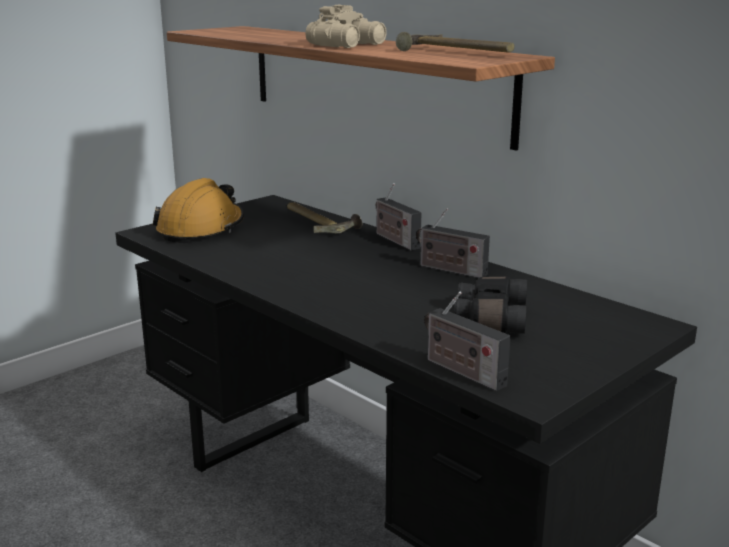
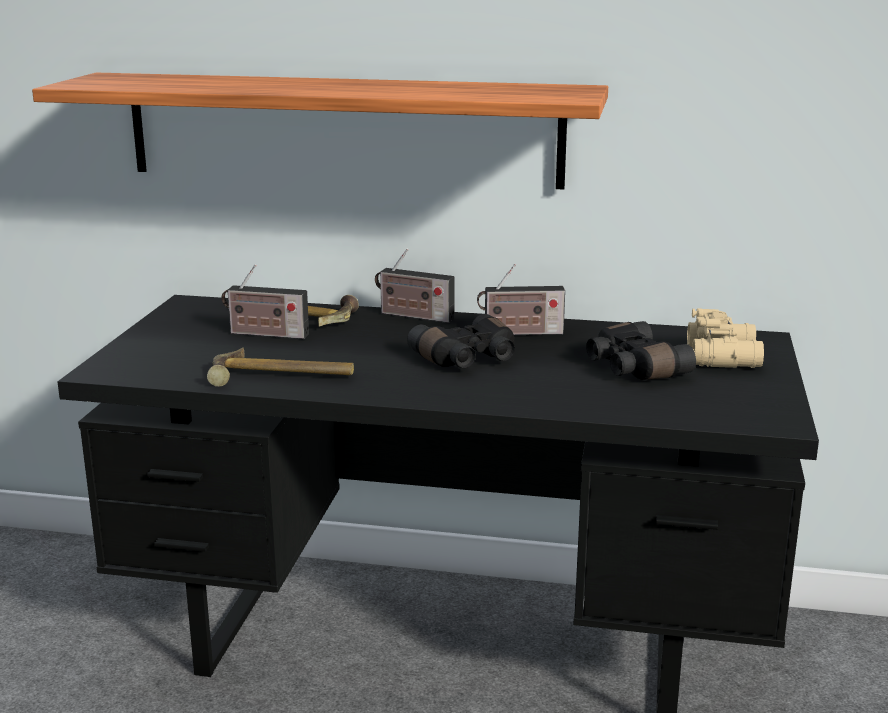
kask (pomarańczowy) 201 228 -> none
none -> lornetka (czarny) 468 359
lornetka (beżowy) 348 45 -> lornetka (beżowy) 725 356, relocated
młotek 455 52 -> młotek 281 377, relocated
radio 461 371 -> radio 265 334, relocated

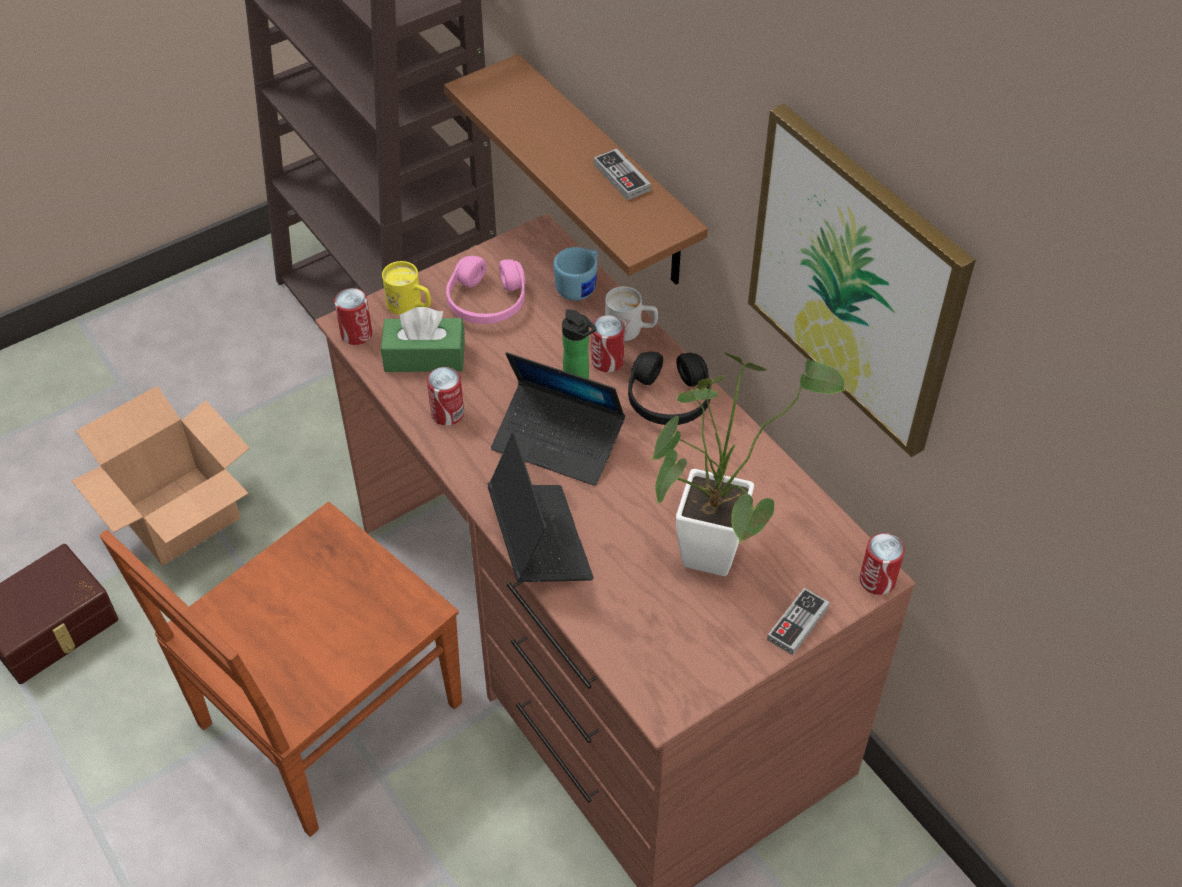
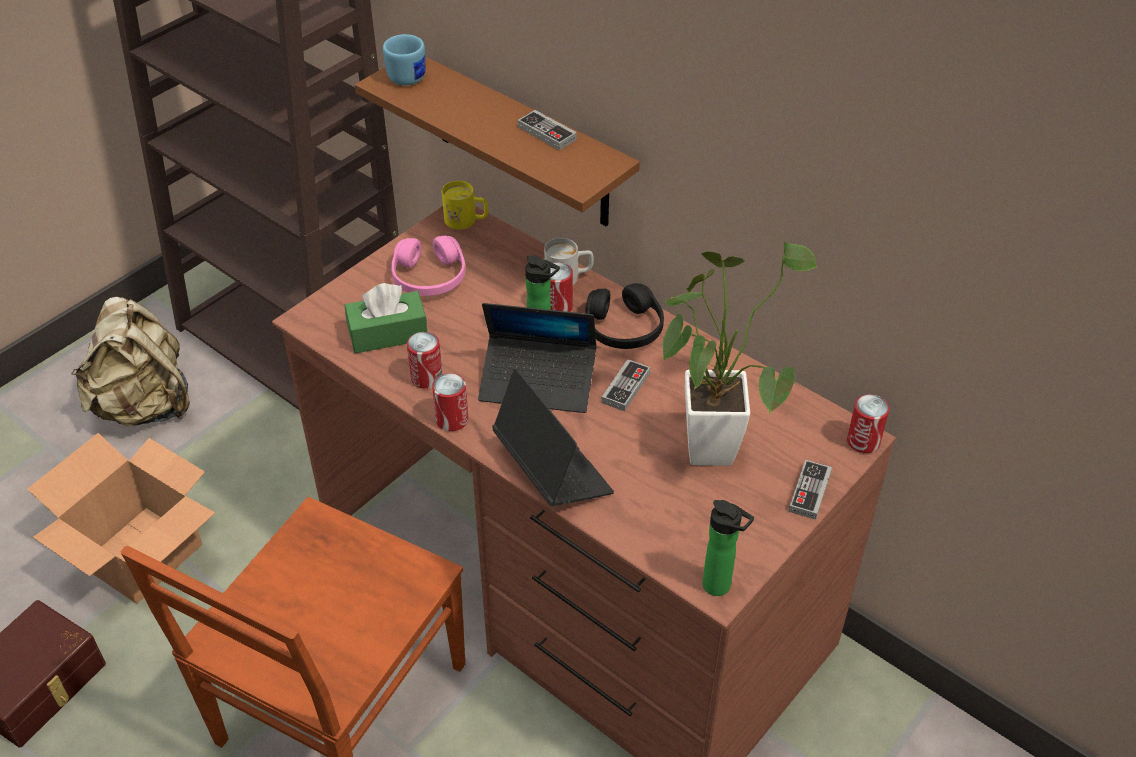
obraz 855 280 -> none
none -> plecak (beżowy) 145 406
none -> pad do gier 626 388
none -> butelka 720 587
puszka 356 334 -> puszka 452 420, relocated
kubek (żółty) 410 306 -> kubek (żółty) 467 221, relocated
kubek (niebieski) 580 286 -> kubek (niebieski) 410 74, relocated

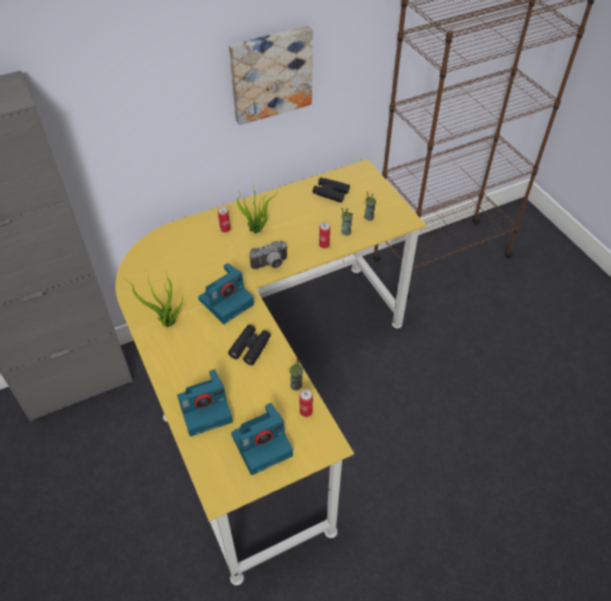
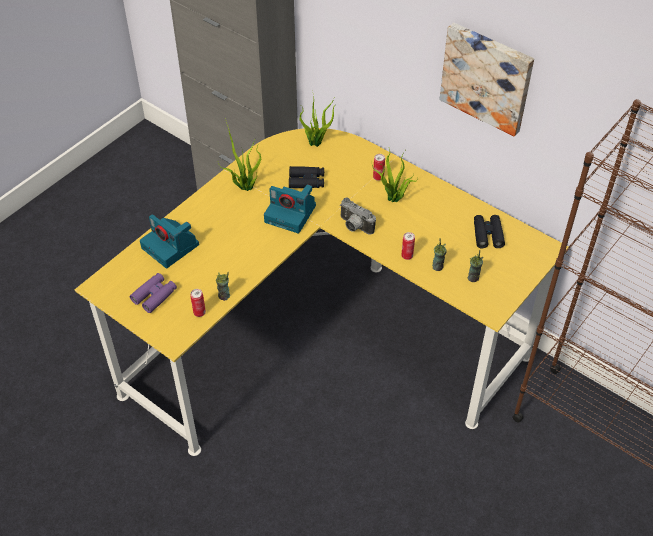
none -> roślina doniczkowa 317 143
lornetka (czarny) 250 347 -> lornetka (czarny) 306 181, relocated
aparat fotograficzny 263 444 -> lornetka (fioletowy) 154 296

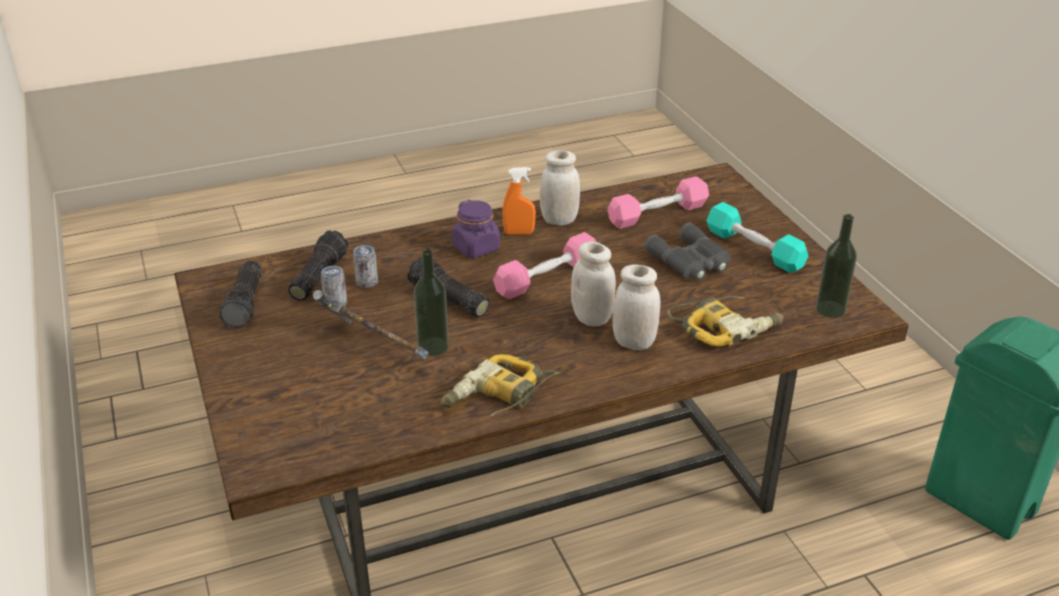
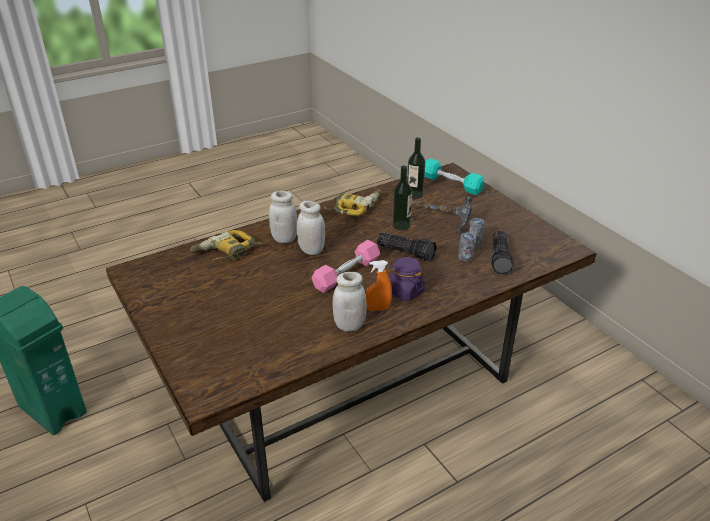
latarka 246 304 -> none
hantel (różowy) 657 214 -> none
lornetka (szary) 690 261 -> none
hantel (turkusowy) 754 249 -> hantel (turkusowy) 451 184, relocated
butelka 830 309 -> butelka 414 194, relocated

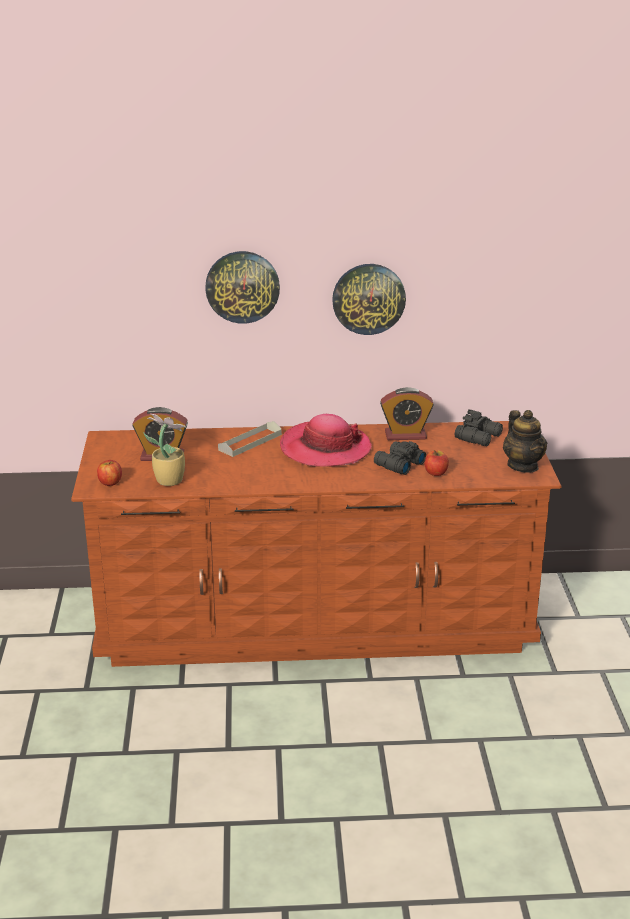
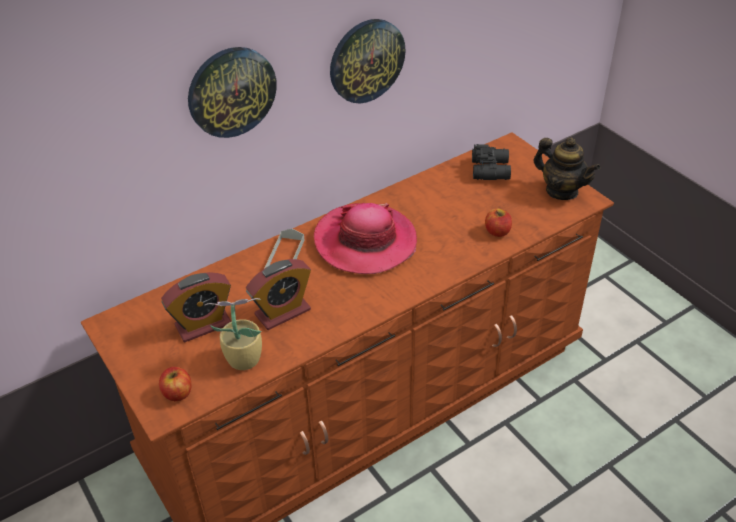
lornetka (czarny) 398 464 -> none
budzik 405 435 -> budzik 282 312, relocated

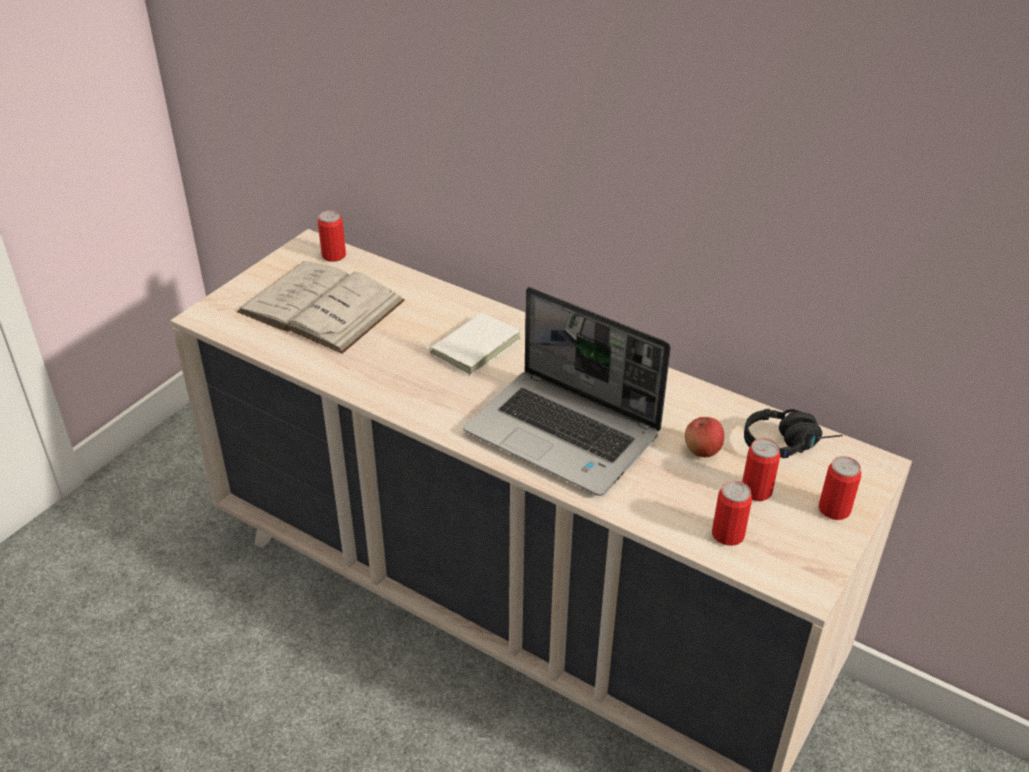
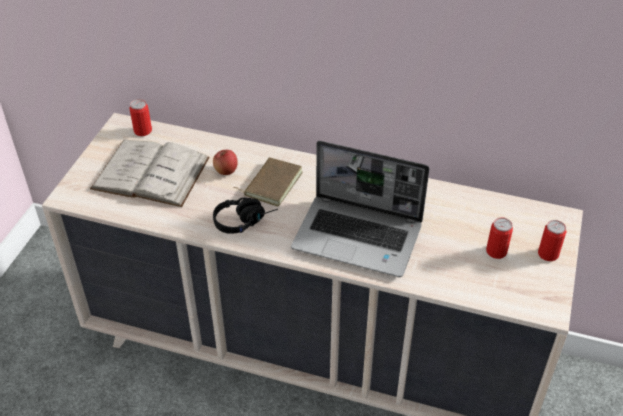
puszka 728 534 -> none
jabłko 702 450 -> jabłko 226 171, relocated
słuchawki (czarny) 789 443 -> słuchawki (czarny) 245 220, relocated
książka (biały) 473 346 -> książka (brązowy) 271 183

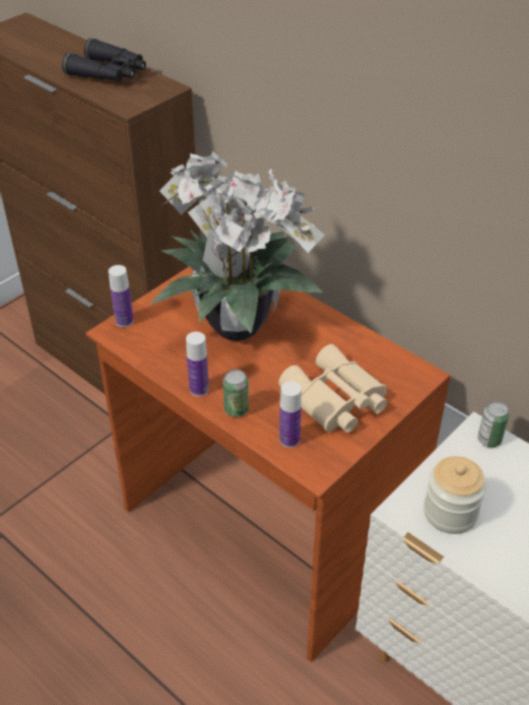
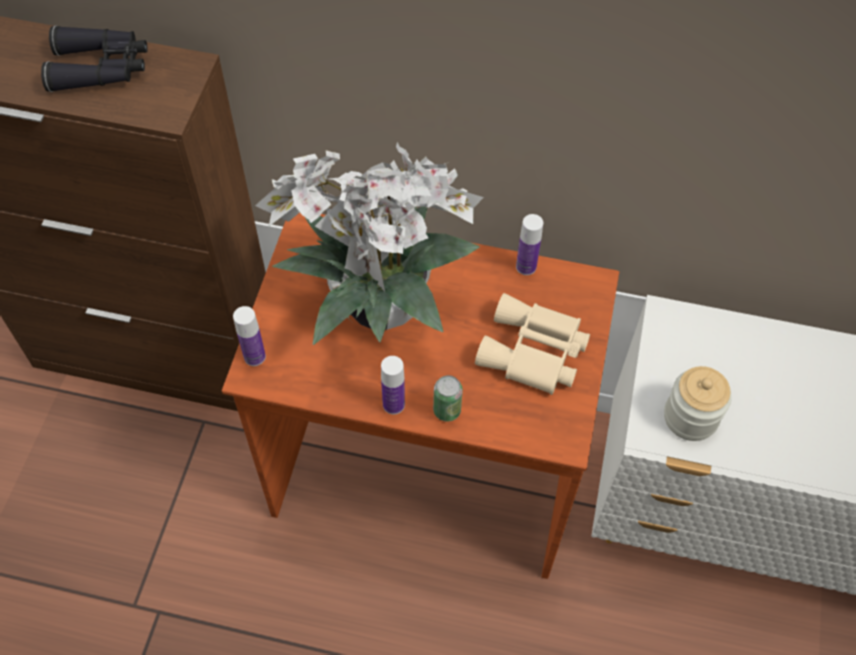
puszka 489 440 -> none
butelka 289 440 -> butelka 526 267, relocated

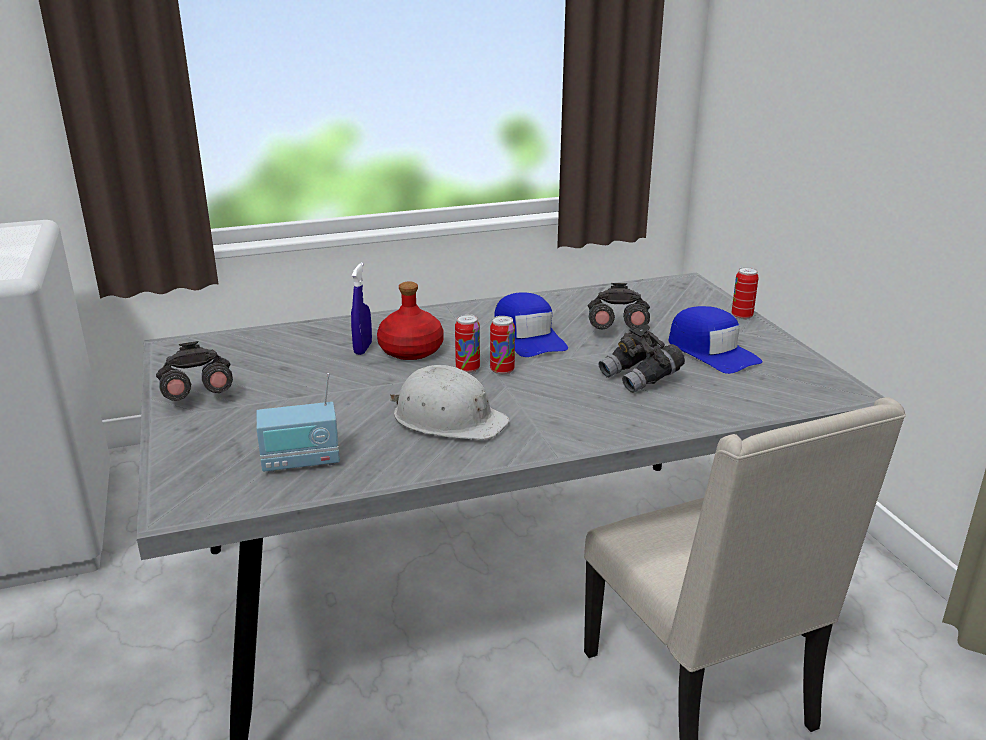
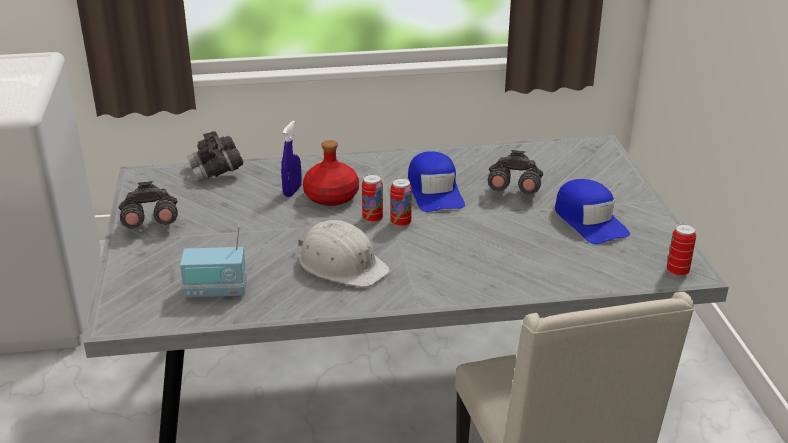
lornetka (szary) 640 378 -> lornetka (szary) 216 171, relocated
puszka 742 316 -> puszka 677 271, relocated

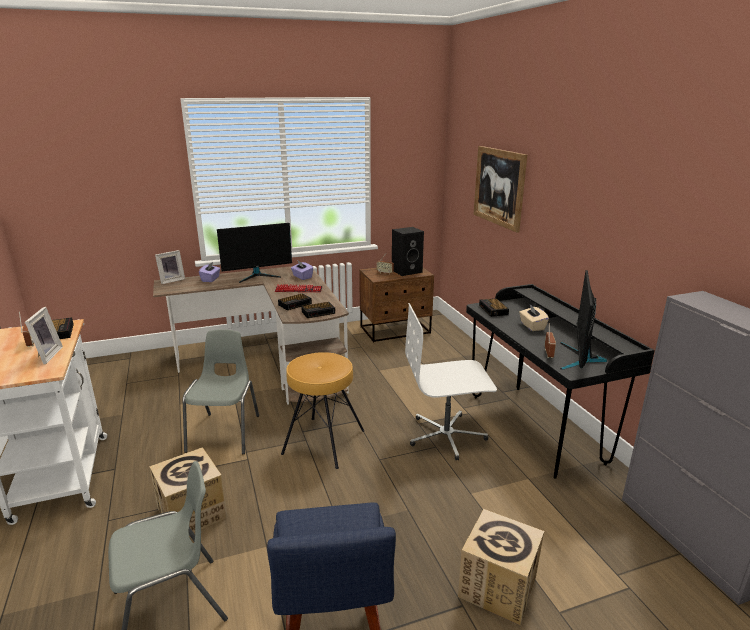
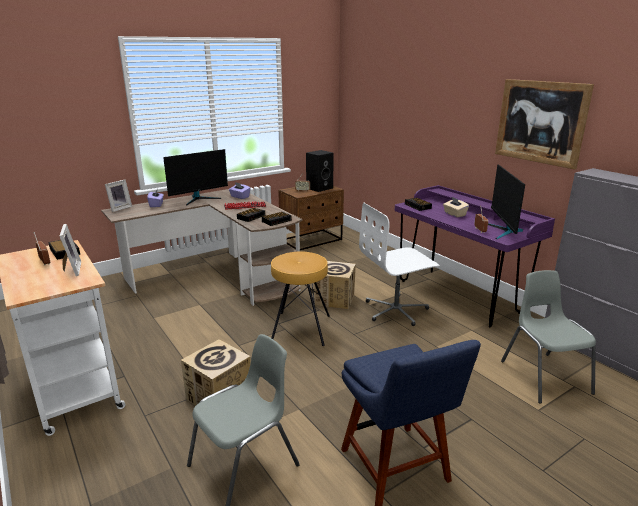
krzesło (szary) 225 432 -> krzesło (szary) 544 376, relocated
karton 498 587 -> karton 335 299, relocated
obraz 499 187 -> obraz 540 122, relocated
biurko (czarny) 535 427 -> biurko (fioletowy) 458 296

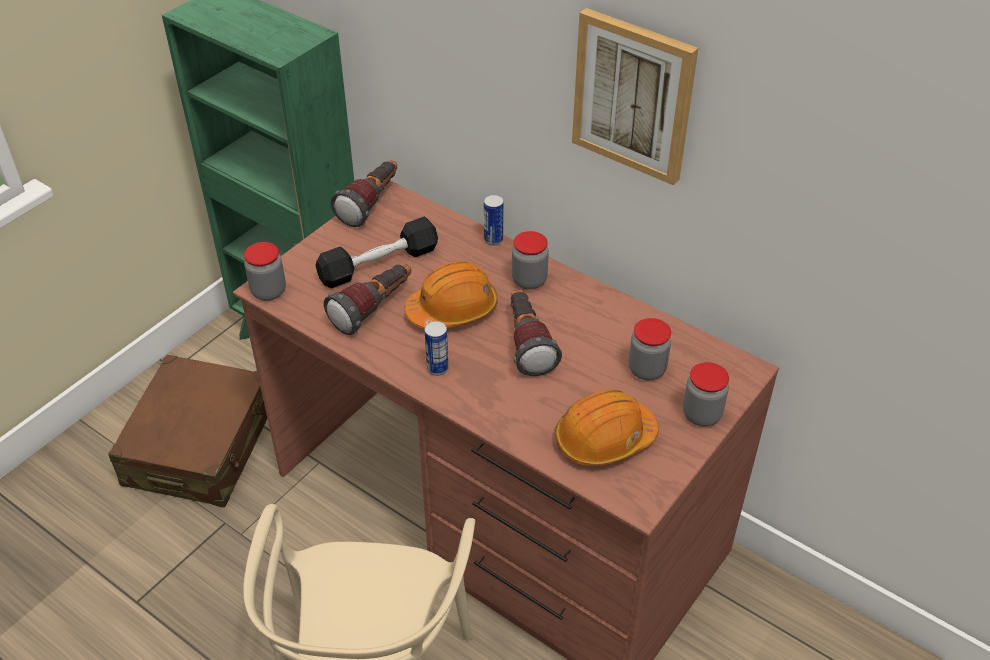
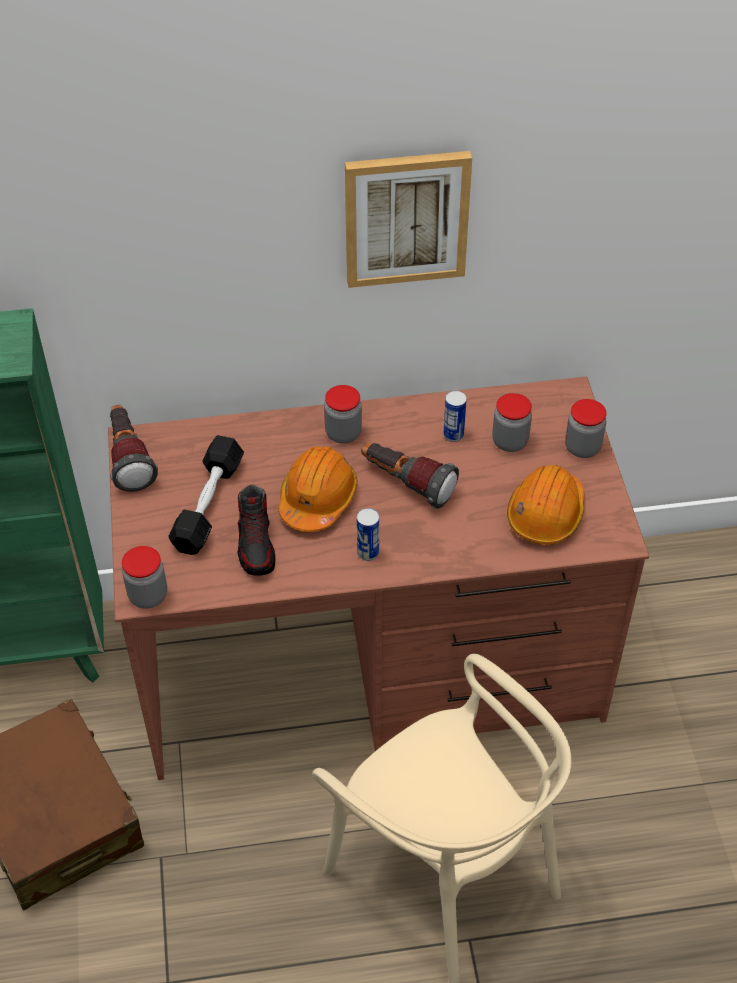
puszka 493 240 -> puszka 453 435, relocated
latarka 374 309 -> but 256 544

